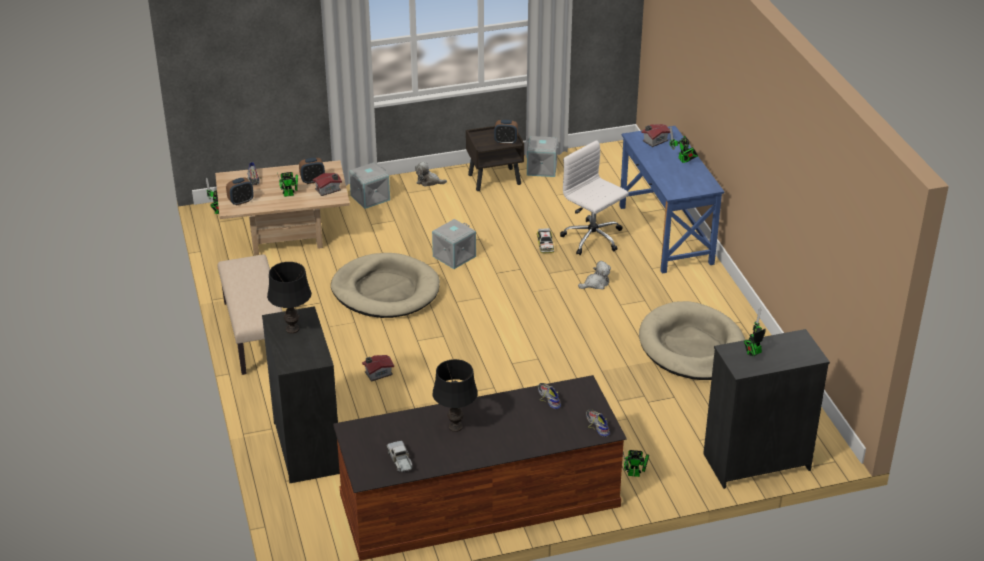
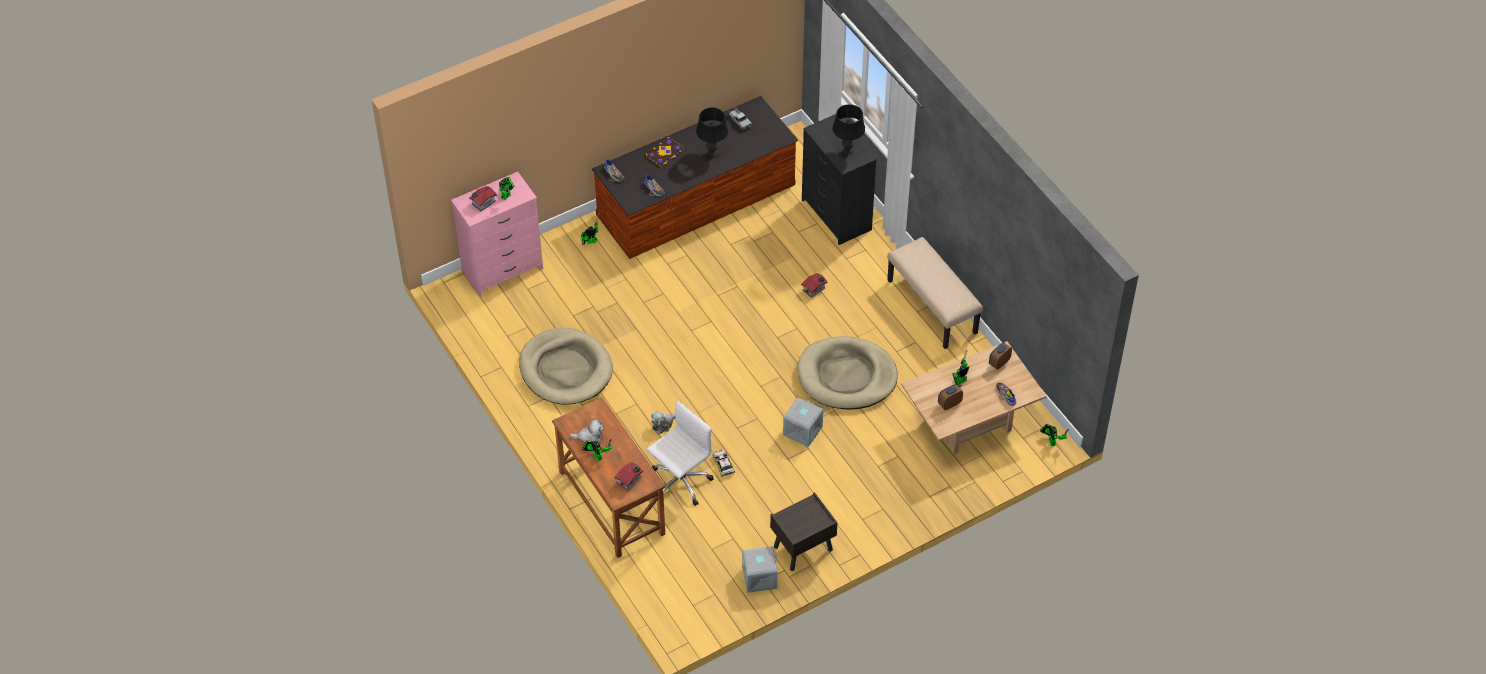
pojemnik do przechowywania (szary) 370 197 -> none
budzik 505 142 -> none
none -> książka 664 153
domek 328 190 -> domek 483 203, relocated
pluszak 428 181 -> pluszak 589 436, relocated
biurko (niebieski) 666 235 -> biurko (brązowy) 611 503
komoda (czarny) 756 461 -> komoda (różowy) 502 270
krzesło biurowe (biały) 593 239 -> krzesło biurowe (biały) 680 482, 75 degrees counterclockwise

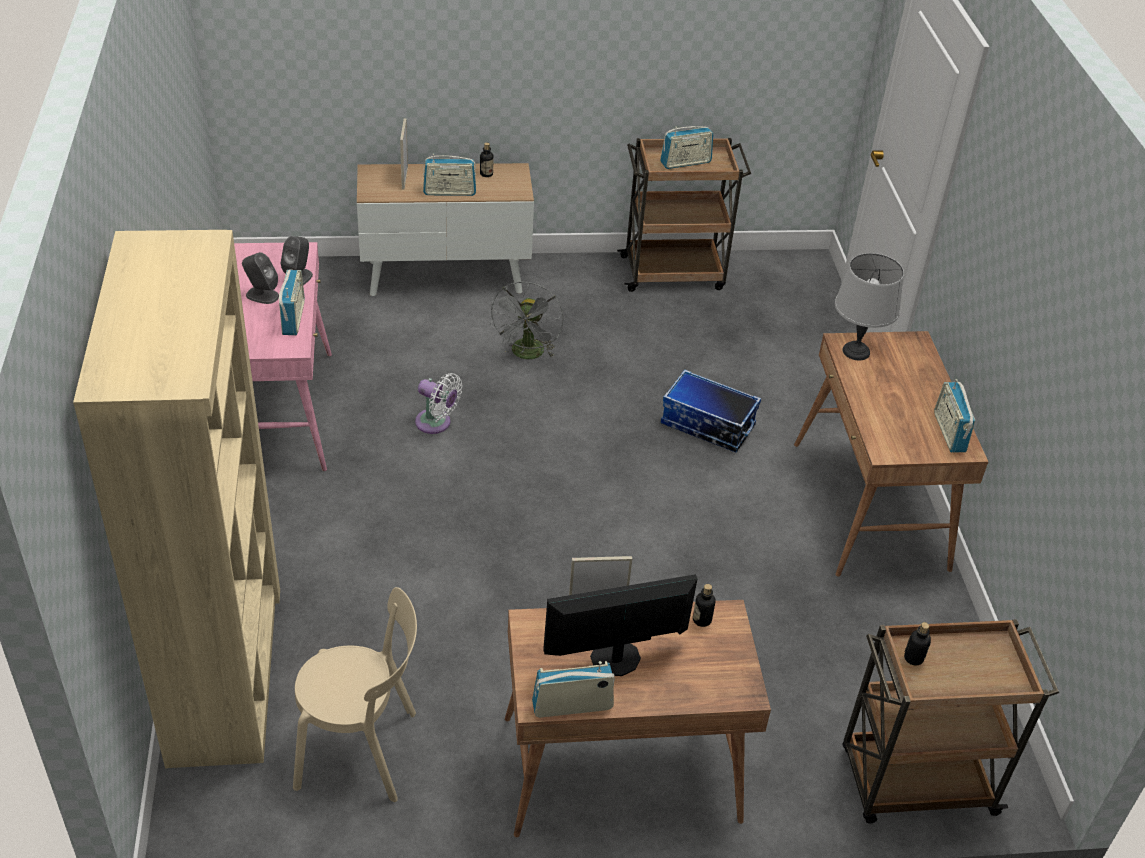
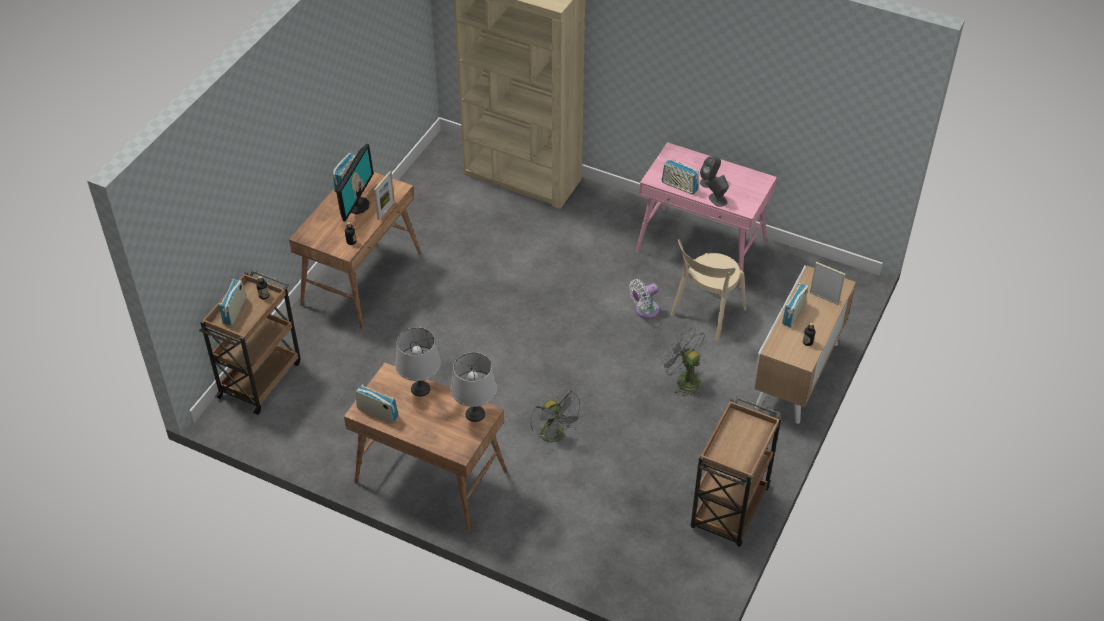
none -> lampa stołowa (szary) 421 389
krzesło (beżowy) 363 751 -> krzesło (beżowy) 706 314, relocated
radio 685 163 -> radio 234 311, relocated
pojemnik do przechowywania 706 425 -> wentylator (szary) 555 436

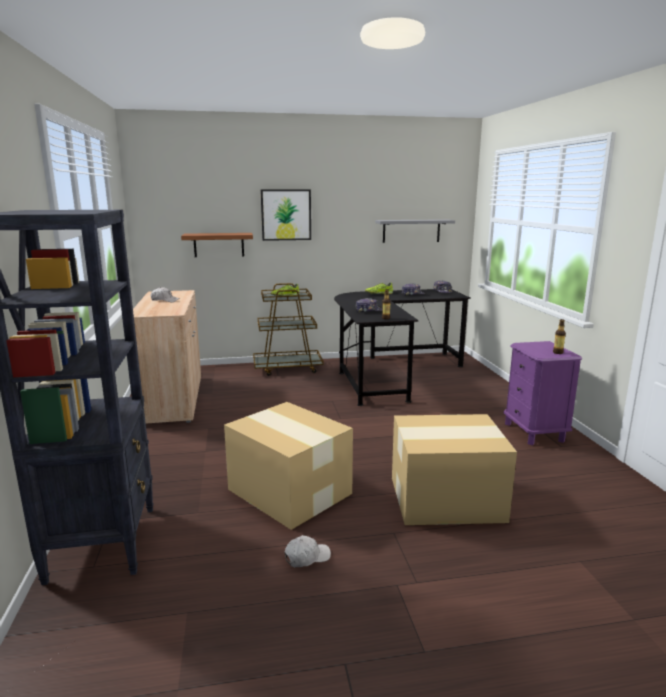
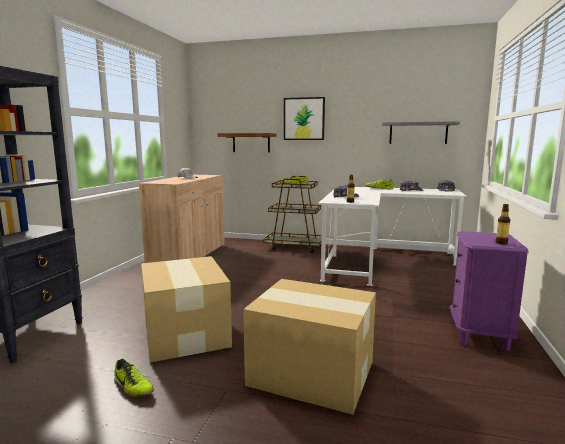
czapka z daszkiem (biały) 307 557 -> but 133 388
biurko (czarny) 389 372 -> biurko (biały) 378 260

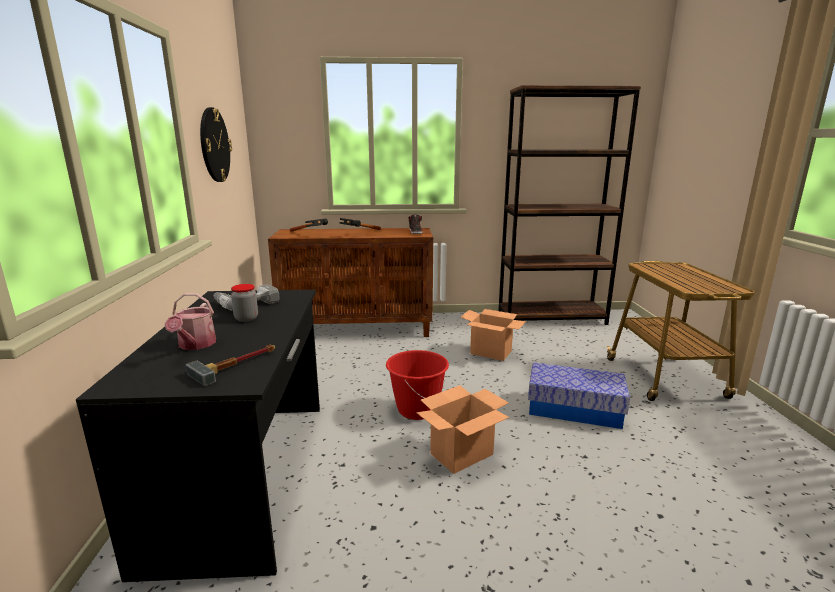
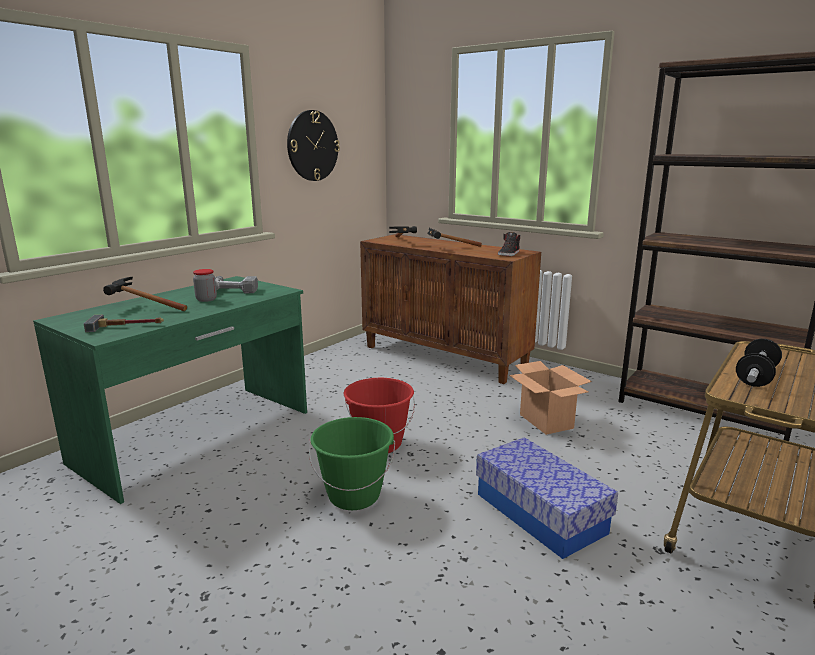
none -> hantel 756 377
konewka 195 345 -> młotek 141 308
karton 462 454 -> wiadro (zielony) 354 495
biurko (czarny) 247 475 -> biurko (zielony) 197 437

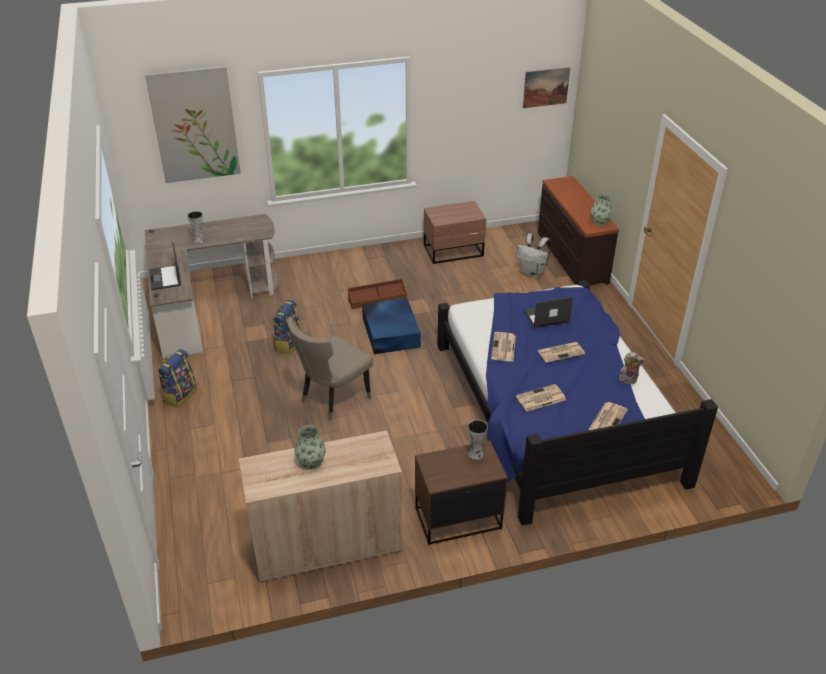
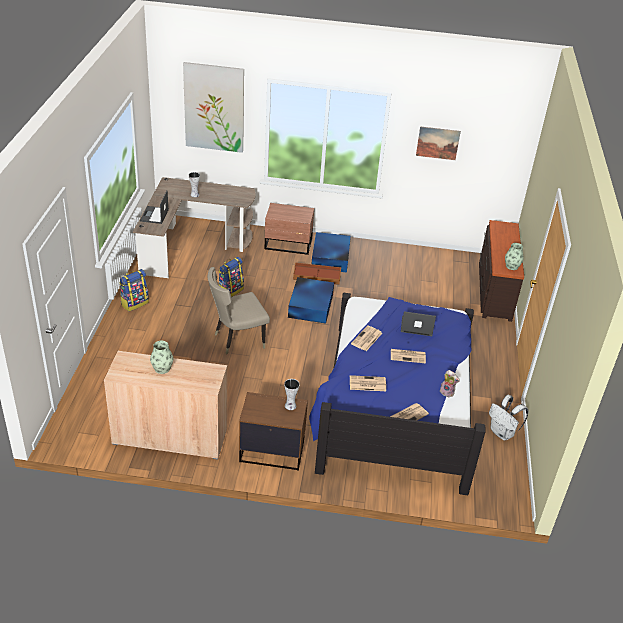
none -> pojemnik do przechowywania (niebieski) 330 258
szafka nocna (brązowy) 454 251 -> szafka nocna (brązowy) 289 244, relocated
plecak (biały) 532 273 -> plecak (biały) 503 433, relocated
obraz 546 87 -> obraz 437 143, relocated

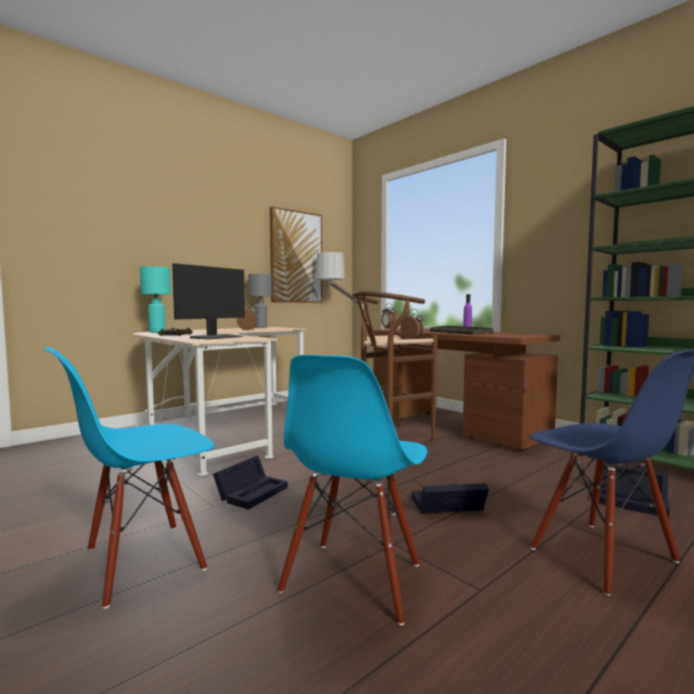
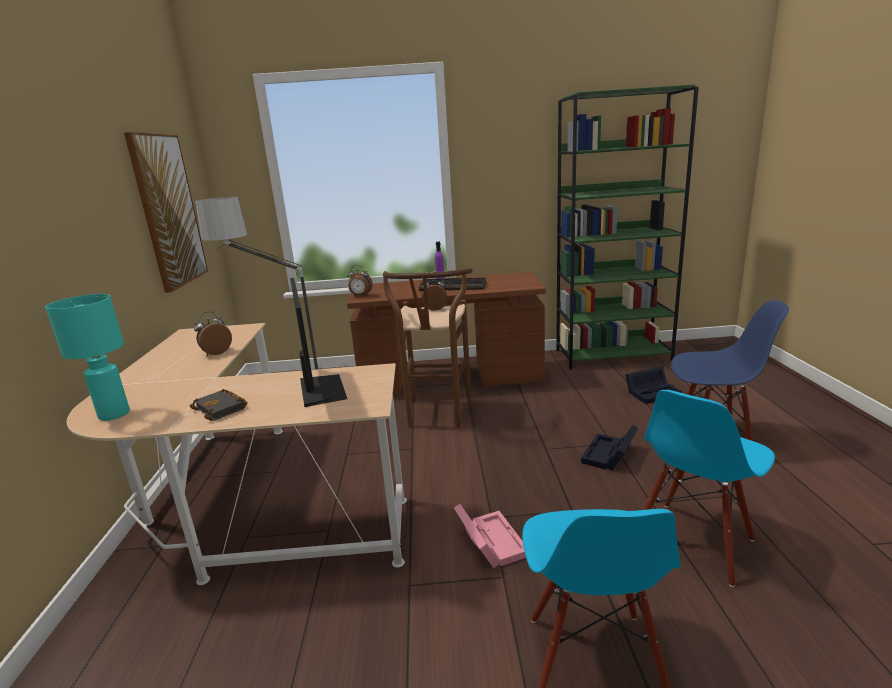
lampa stołowa (szary) 260 327 -> none
pojemnik do przechowywania (czarny) 252 492 -> pojemnik do przechowywania (różowy) 489 541
krzesło (niebieski) 354 579 -> krzesło (niebieski) 693 541, 75 degrees clockwise

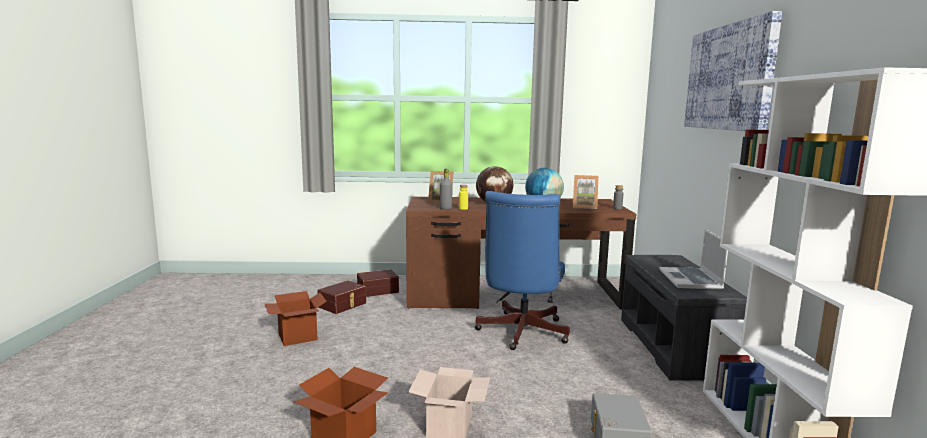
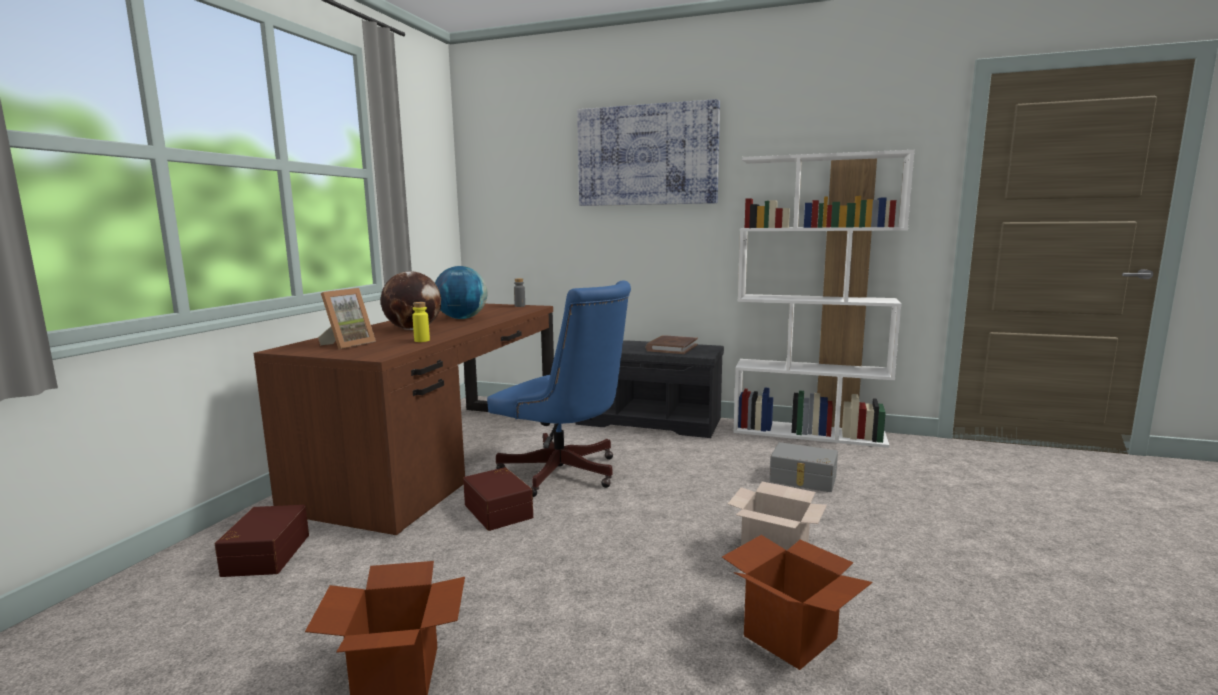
butelka (szary) 445 208 -> none
ramka na zdjęcie 584 207 -> none
pojemnik do przechowywania (brązowy) 343 305 -> pojemnik do przechowywania (brązowy) 500 510, relocated
laptop 691 280 -> książka (brązowy) 672 348

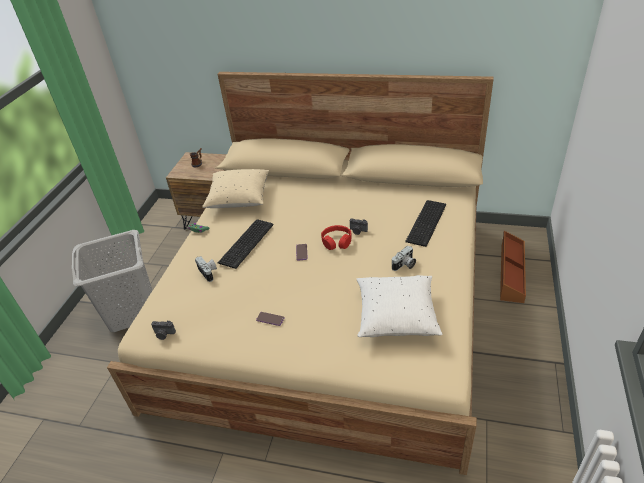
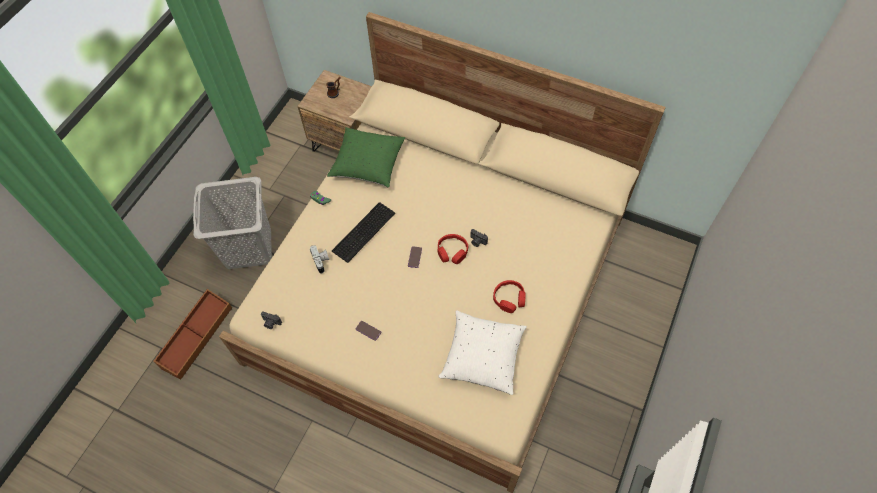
klawiatura 428 222 -> none
pojemnik do przechowywania (brązowy) 510 272 -> pojemnik do przechowywania (brązowy) 196 337, relocated
aparat fotograficzny 404 265 -> słuchawki (czerwony) 509 299
poduszka (beżowy) 239 199 -> poduszka (zielony) 368 165

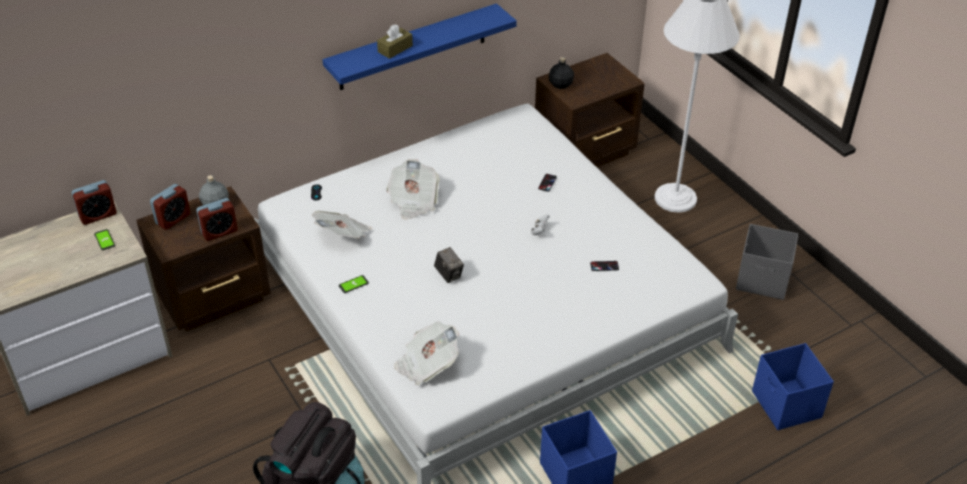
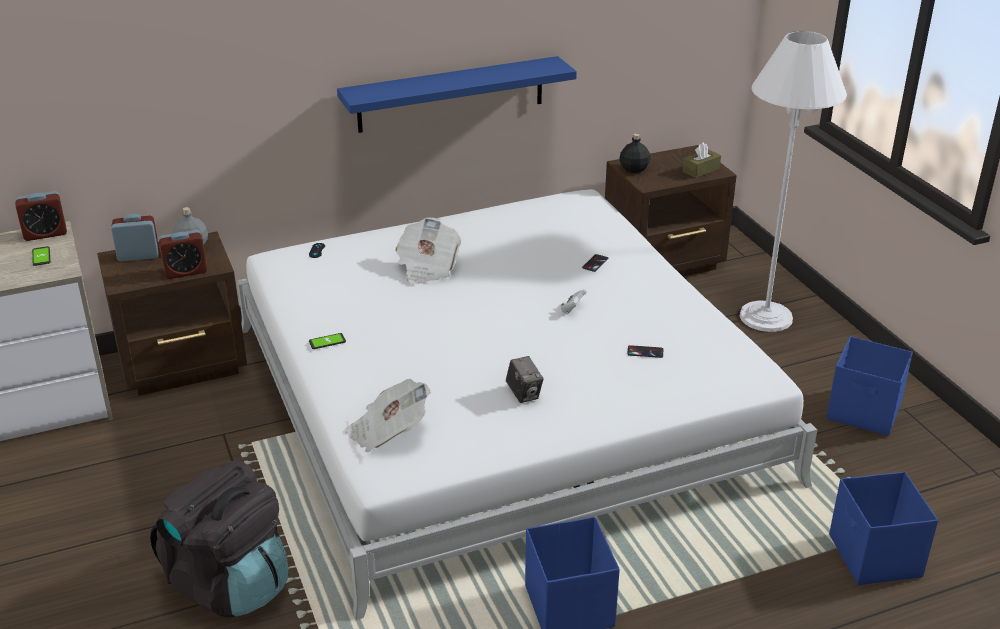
gazeta 343 235 -> none
pudełko chusteczek (brązowy) 395 49 -> pudełko chusteczek (brązowy) 701 170, relocated
aparat fotograficzny 449 274 -> aparat fotograficzny 524 394, relocated
pojemnik do przechowywania (szary) 763 280 -> pojemnik do przechowywania (niebieski) 864 412
budzik 173 219 -> budzik 138 255, 150 degrees counterclockwise

